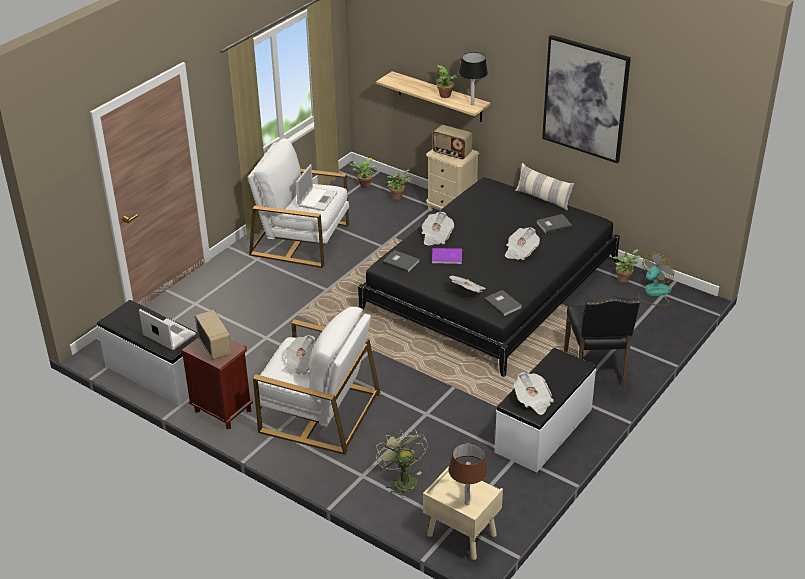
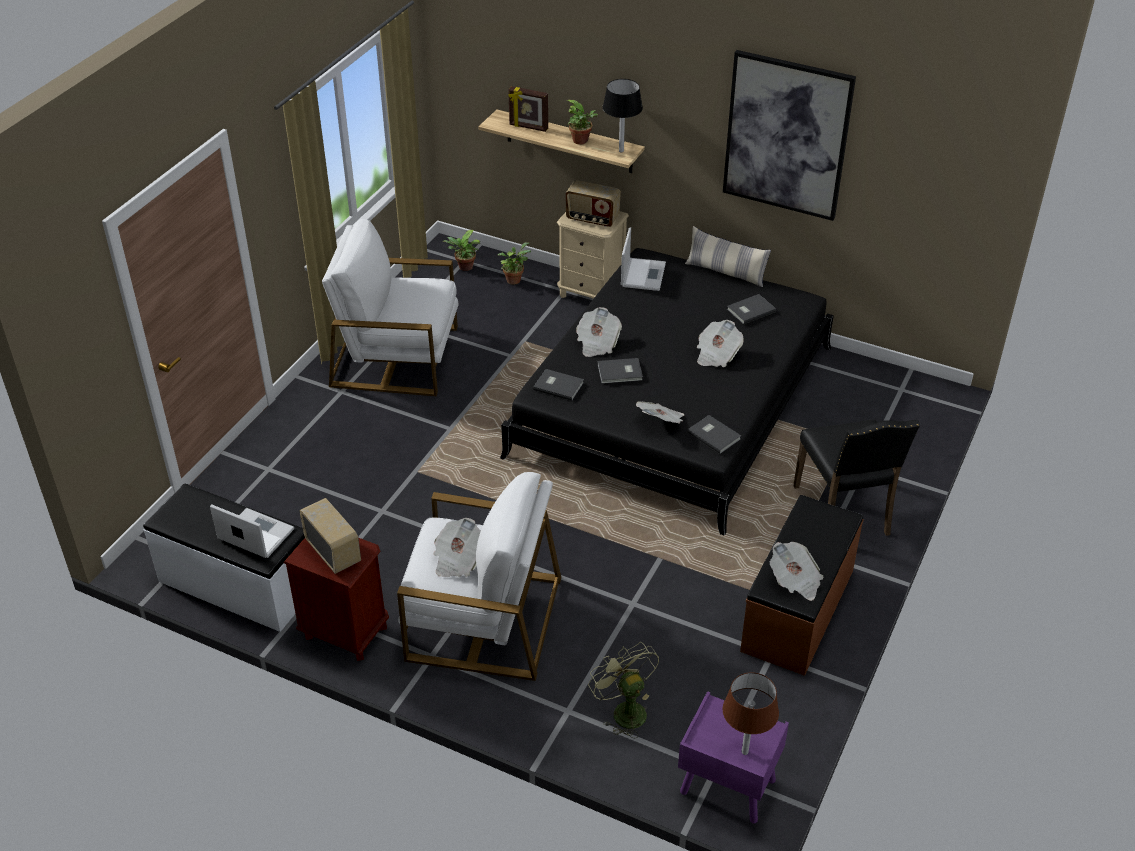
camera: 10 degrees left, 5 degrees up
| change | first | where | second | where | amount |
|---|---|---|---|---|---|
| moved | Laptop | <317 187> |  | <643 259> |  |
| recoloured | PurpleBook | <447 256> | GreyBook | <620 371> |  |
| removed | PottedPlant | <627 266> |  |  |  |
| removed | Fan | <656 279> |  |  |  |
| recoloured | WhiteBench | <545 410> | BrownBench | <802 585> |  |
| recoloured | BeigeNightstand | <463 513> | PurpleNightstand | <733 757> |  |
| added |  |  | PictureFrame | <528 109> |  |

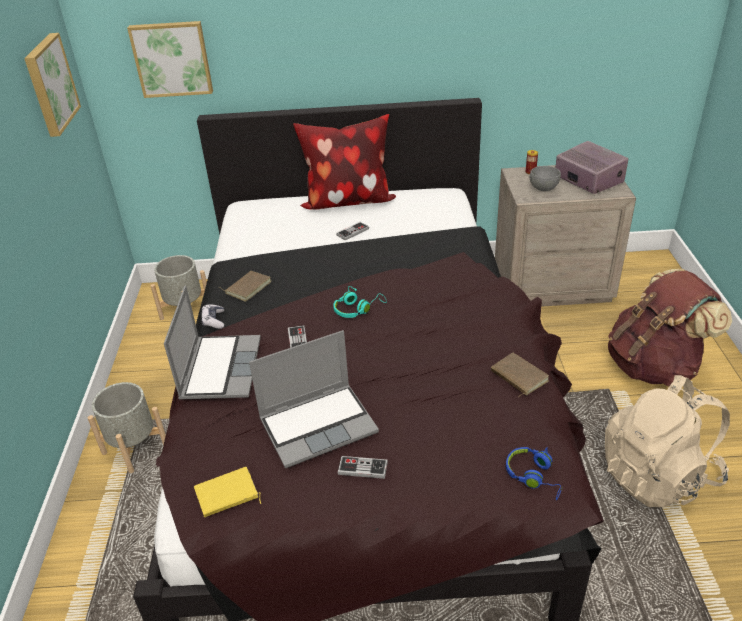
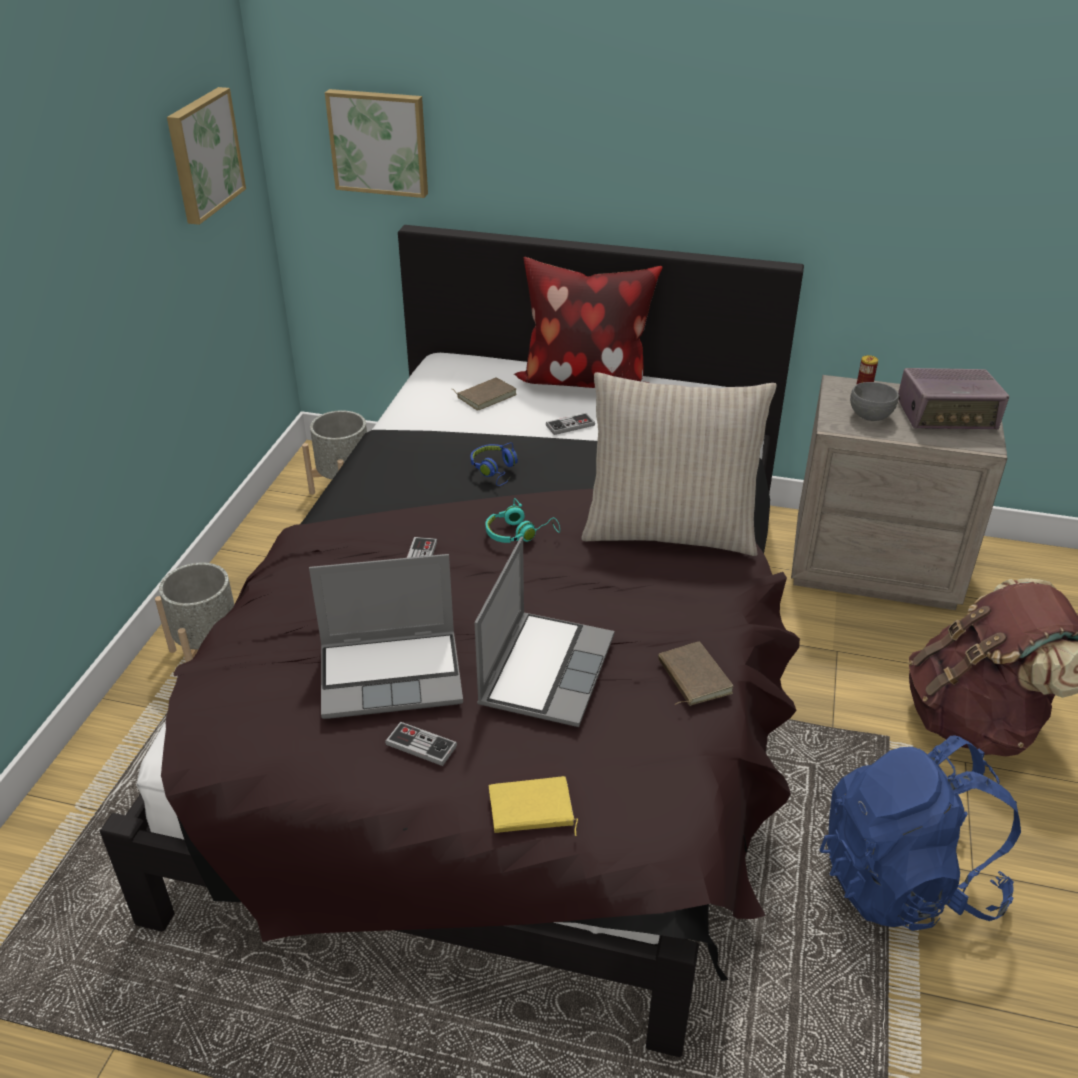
camera: 15 degrees right, 0 degrees up
| change | first | where | second | where | amount |
|---|---|---|---|---|---|
| turned | Radio | <591 167> |  | <953 399> | 105 degrees clockwise |
| moved | BrownBook | <246 286> |  | <485 394> |  |
| moved | Laptop | <212 342> |  | <544 632> |  |
| removed | GameController | <213 316> |  |  |  |
| recoloured | BeigeBackpack | <667 441> | BlueBackpack | <920 833> |  |
| moved | BlueHeadphones | <534 473> |  | <494 464> |  |
| moved | YellowBook | <227 492> |  | <533 806> |  |
| added |  |  | BeigePillow | <679 464> |  |

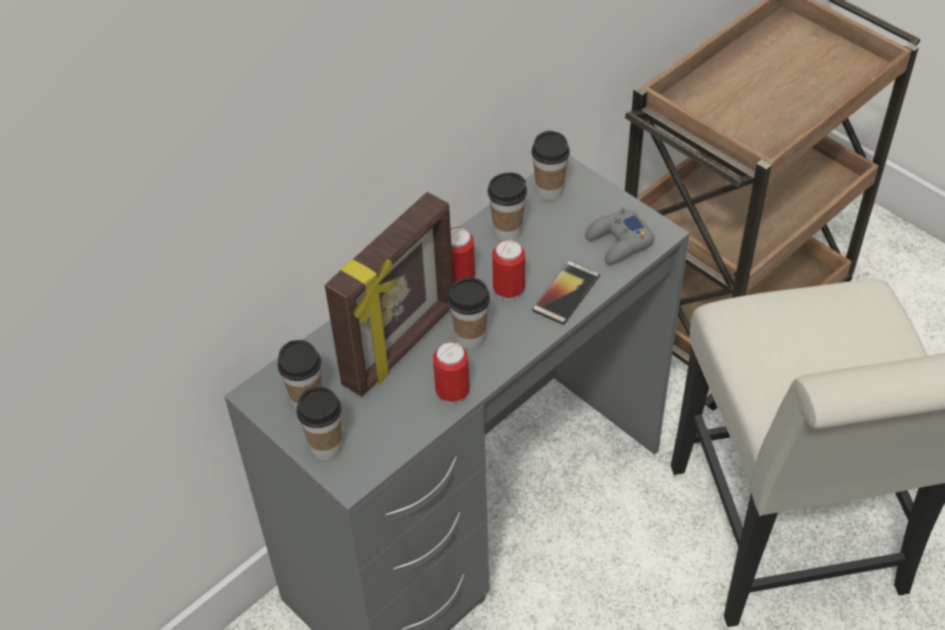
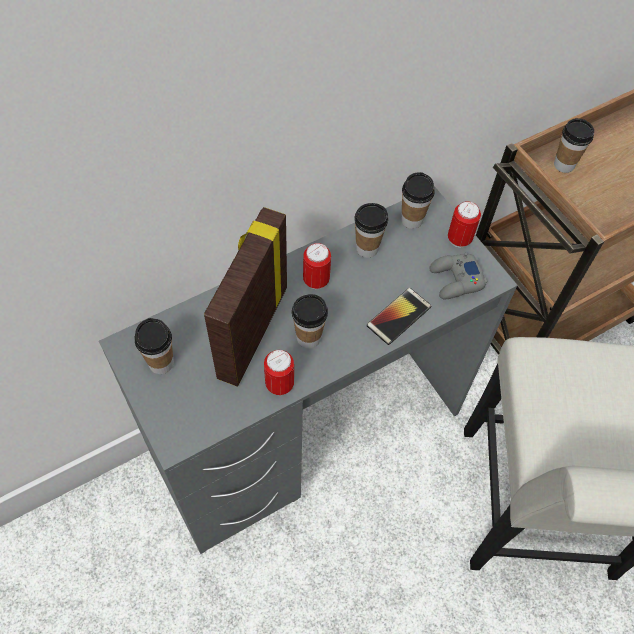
camera: 10 degrees right, 10 degrees up
| change | first | where | second | where | amount |
|---|---|---|---|---|---|
| turned | PictureFrame | <389 294> |  | <245 297> | 150 degrees clockwise |
| moved | Can | <508 270> |  | <464 224> |  |
| moved | Cup | <319 423> |  | <574 145> |  |

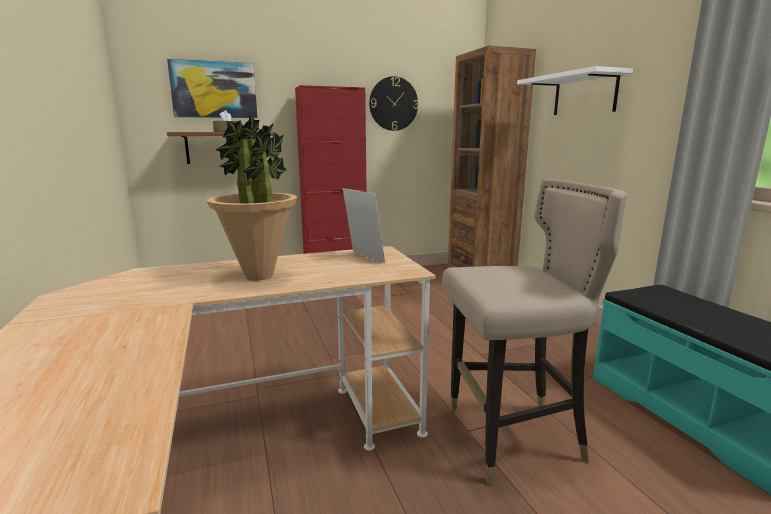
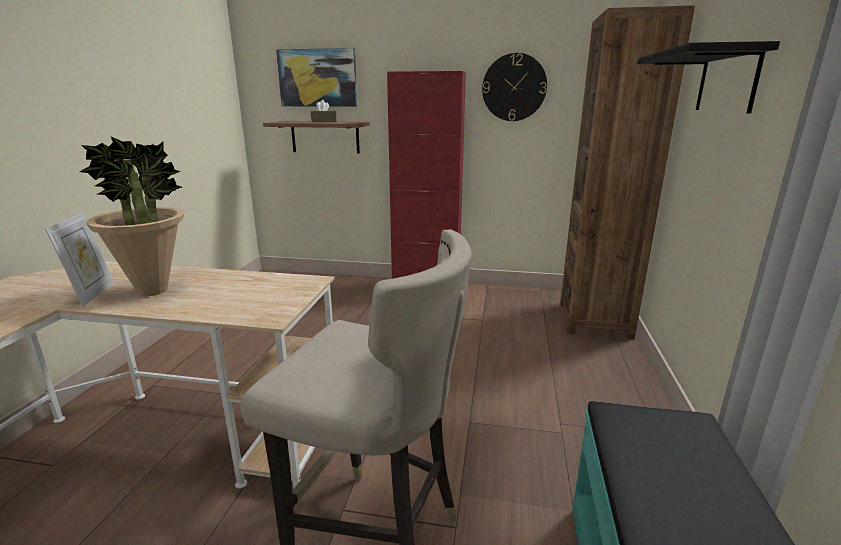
camera: 30 degrees right, 5 degrees up
| change | first | where | second | where | amount |
|---|---|---|---|---|---|
| recoloured | WhiteShelf | <575 90> | BlackShelf | <708 77> |  |
| moved | PictureFrame | <364 225> |  | <79 260> |  |

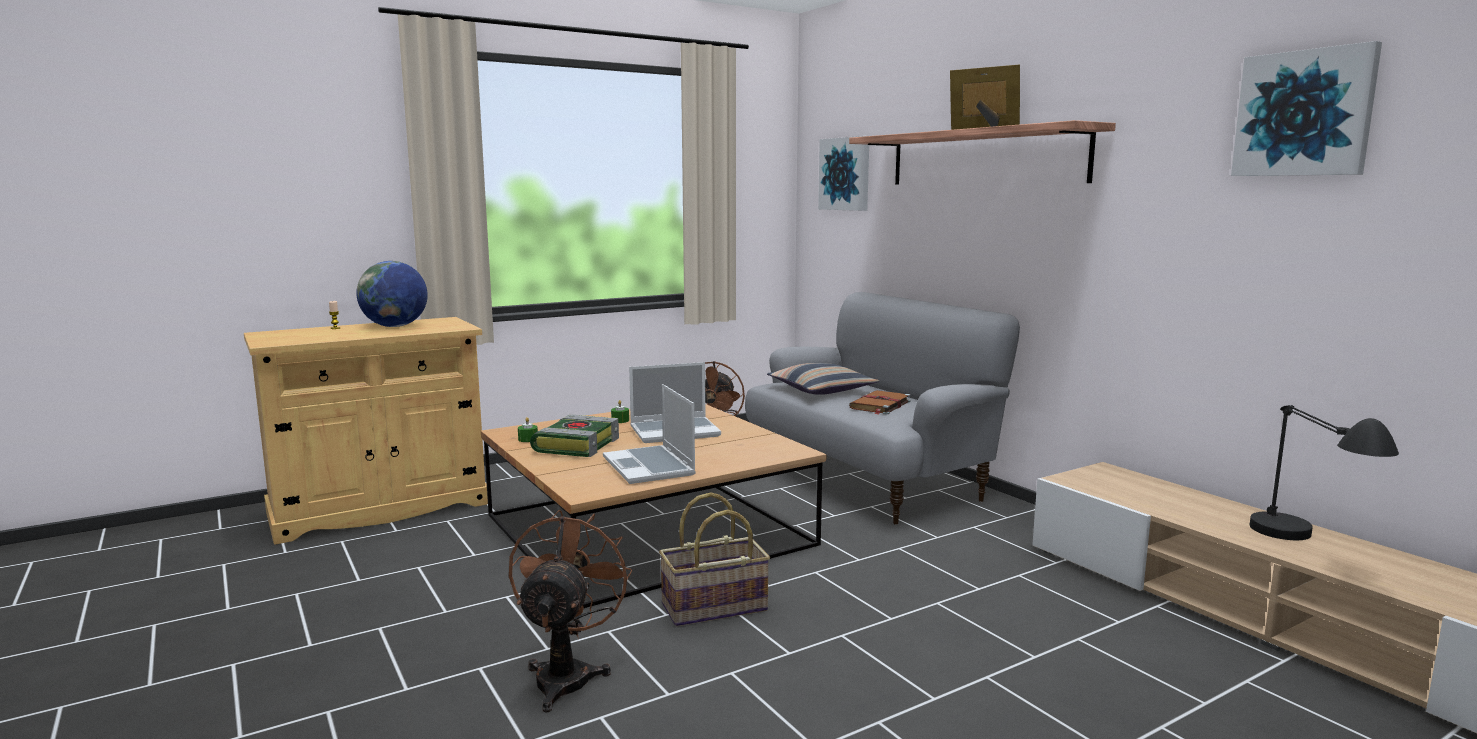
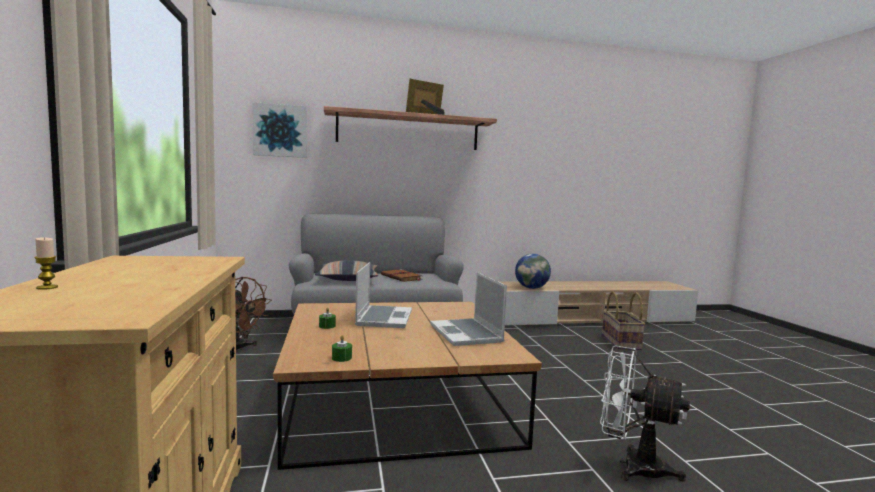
camera: 70 degrees left, 5 degrees down
| change | first | where | second | where | amount |
|---|---|---|---|---|---|
| removed | Picture | <1306 108> |  |  |  |
| moved | Globe | <392 294> |  | <533 271> |  |
| turned | Laptop | <649 434> |  | <468 309> | 75 degrees clockwise |
| removed | BlackTableLamp | <1324 472> |  |  |  |
| removed | Book | <574 436> |  |  |  |
| moved | Basket | <714 559> |  | <623 320> |  |
| recoloured | BrownFan | <570 611> | WhiteFan | <645 413> |  |

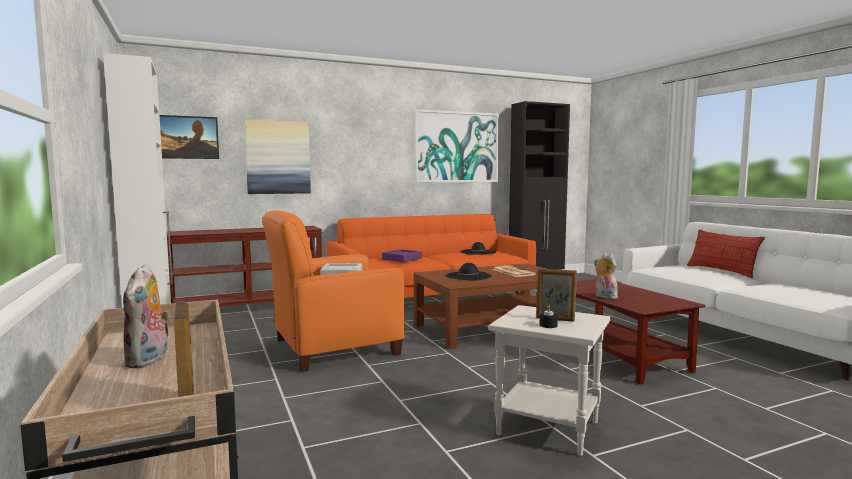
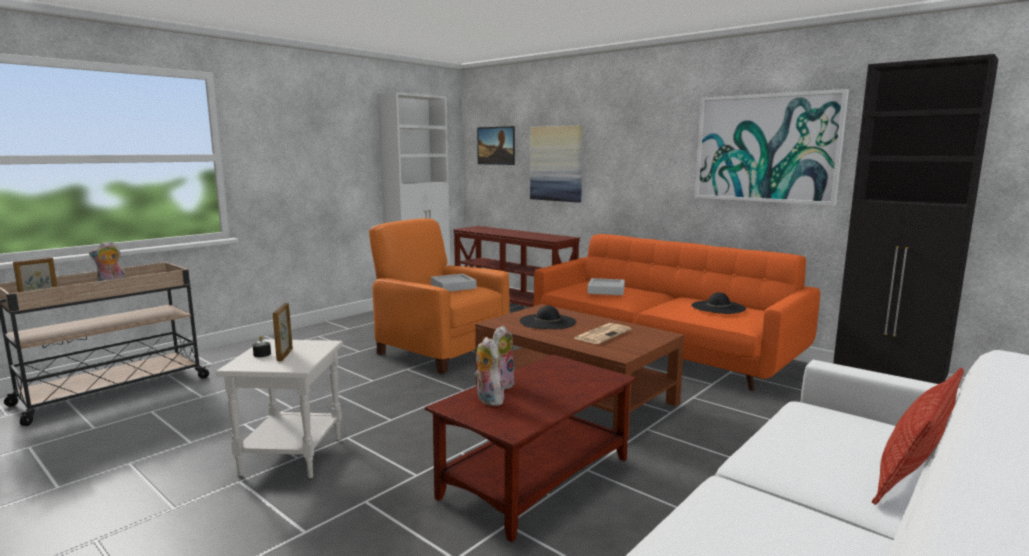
camera: 65 degrees right, 5 degrees up
| change | first | where | second | where | amount |
|---|---|---|---|---|---|
| recoloured | PurpleTray | <402 255> | GreyTray | <606 286> |  |
| added |  |  | PlushToy | <489 371> |  |

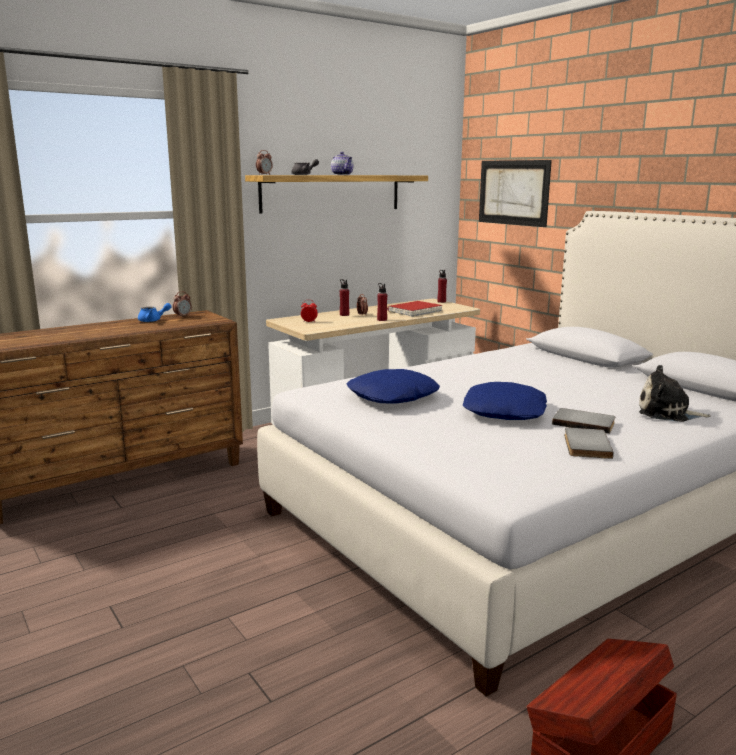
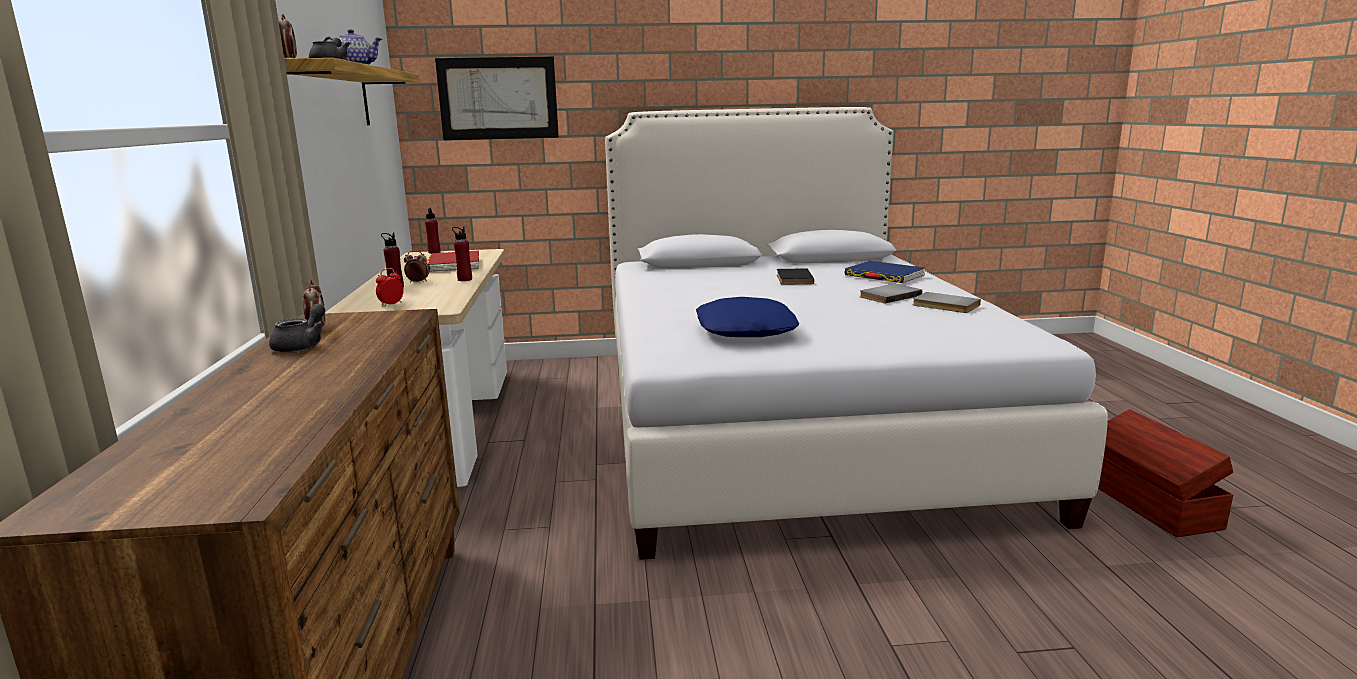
camera: 60 degrees left, 0 degrees up
| change | first | where | second | where | amount |
|---|---|---|---|---|---|
| recoloured | BlueTeapot | <155 312> | GreyTeapot | <297 328> |  |
| replaced | PlushToy | <675 393> | BlueBook | <885 272> |  |
| removed | BluePillow | <504 401> |  |  |  |
| added |  |  | BlackBook | <795 276> |  |

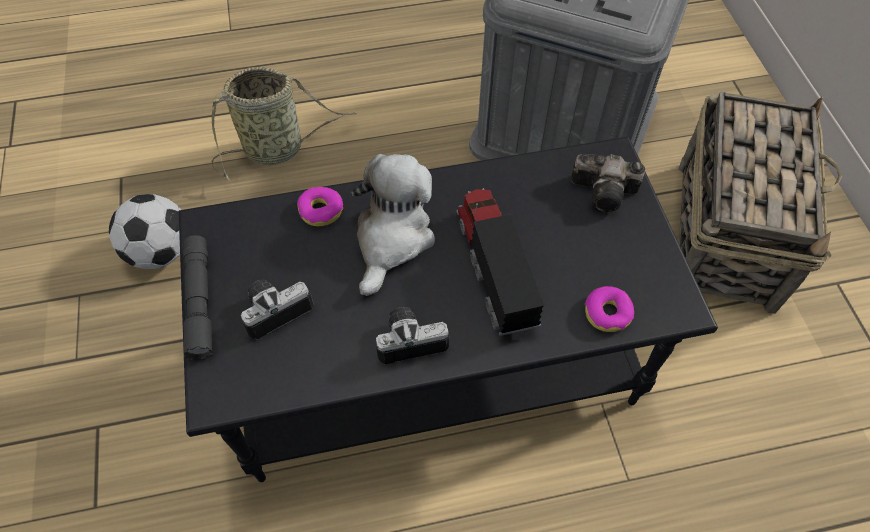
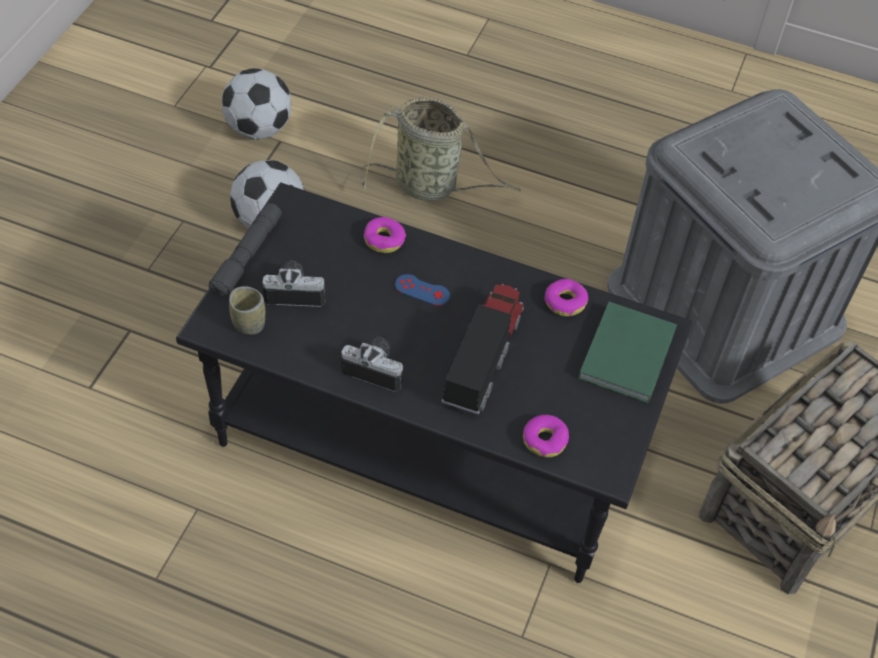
camera: 30 degrees right, 5 degrees down
| change | first | where | second | where | amount |
|---|---|---|---|---|---|
| replaced | PlushToy | <393 225> | BlueGameController | <422 290> |  |
| replaced | PhotoCamera | <608 183> | GreenBook | <627 353> |  |
| added |  |  | Football | <256 104> |  |
| added |  |  | Donut | <566 297> |  |
| added |  |  | Cup | <247 310> |  |

